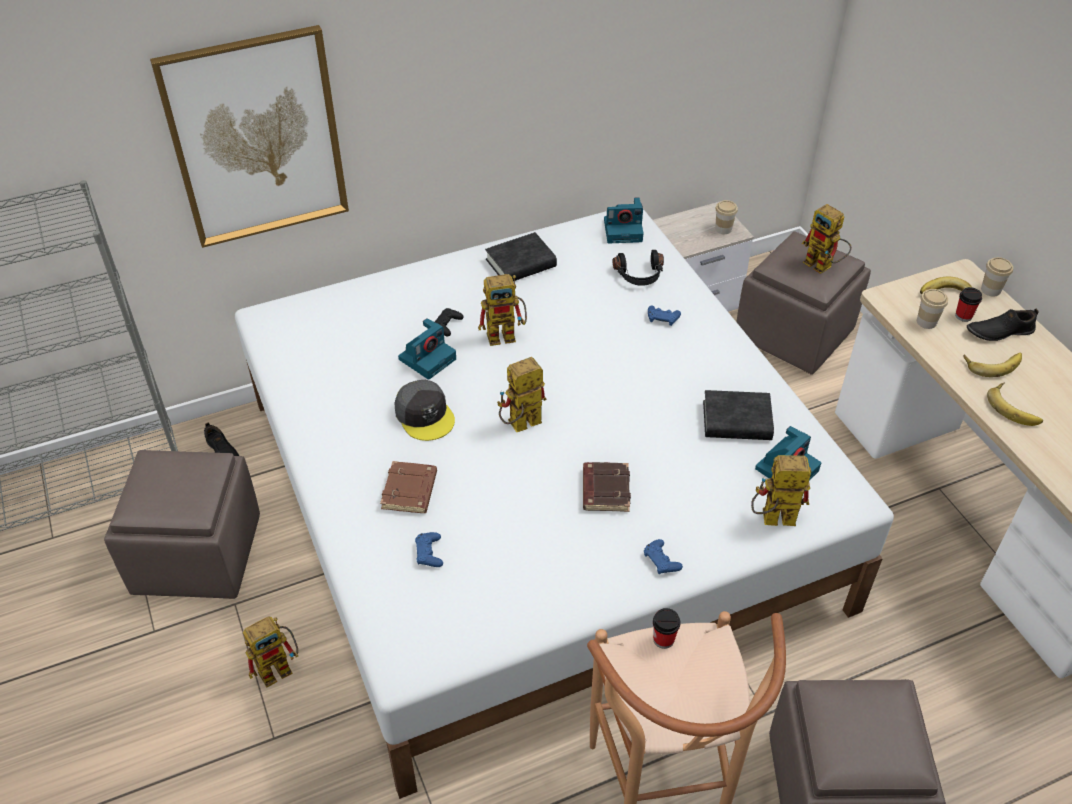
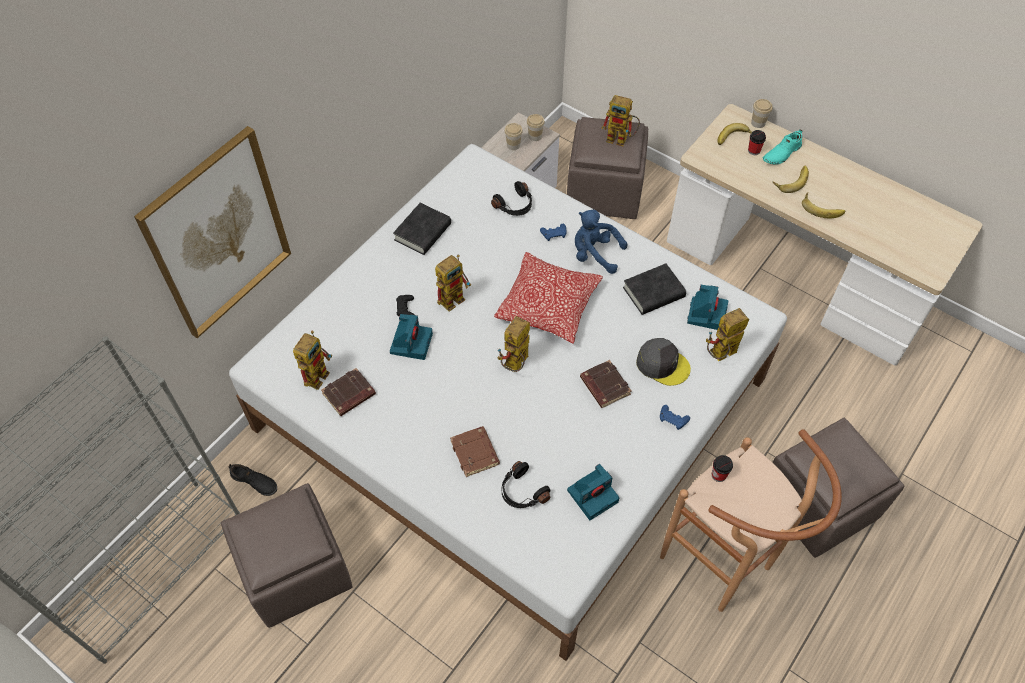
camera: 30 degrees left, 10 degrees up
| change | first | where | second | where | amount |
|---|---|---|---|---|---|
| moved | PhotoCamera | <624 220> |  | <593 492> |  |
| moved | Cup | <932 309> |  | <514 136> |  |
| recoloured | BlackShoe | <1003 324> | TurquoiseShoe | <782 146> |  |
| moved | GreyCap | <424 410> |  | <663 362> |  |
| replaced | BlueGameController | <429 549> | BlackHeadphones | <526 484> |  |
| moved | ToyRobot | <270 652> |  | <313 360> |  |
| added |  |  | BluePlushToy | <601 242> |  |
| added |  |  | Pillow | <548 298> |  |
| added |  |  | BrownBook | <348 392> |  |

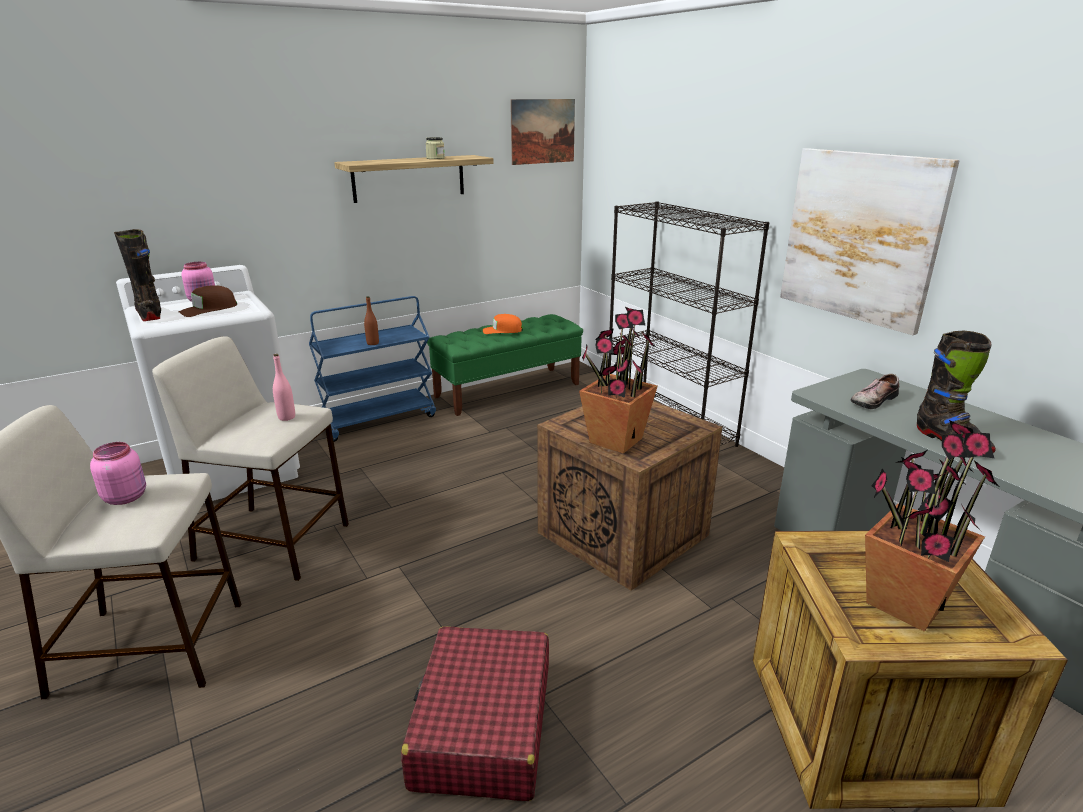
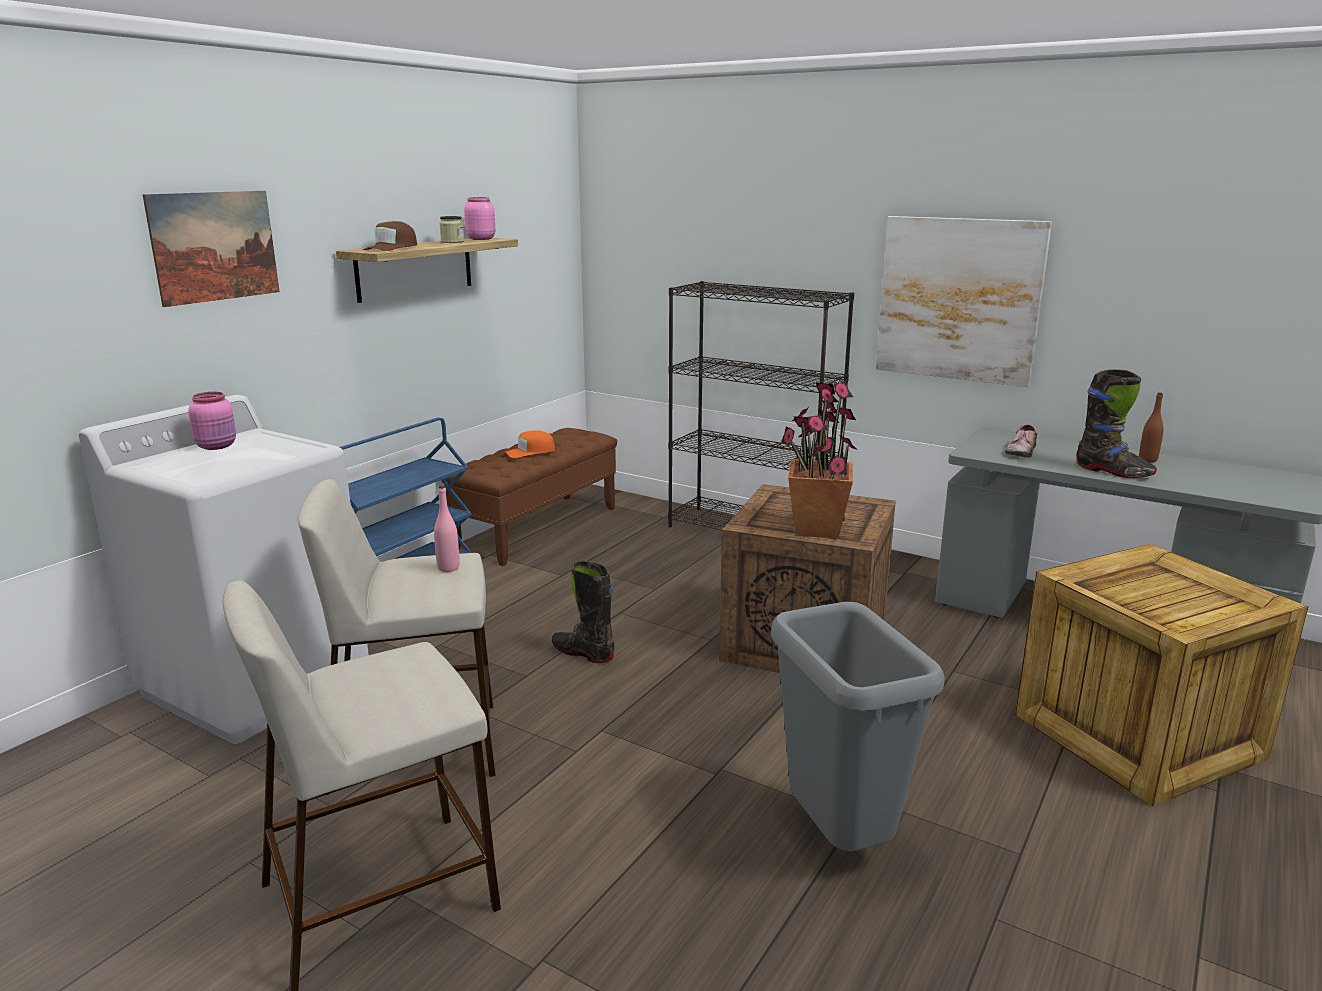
camera: 25 degrees left, 5 degrees down
| change | first | where | second | where | amount |
|---|---|---|---|---|---|
| moved | Picture | <542 132> |  | <211 249> |  |
| moved | BlackBoot | <137 275> |  | <583 612> |  |
| moved | BrownCap | <208 301> |  | <390 236> |  |
| moved | BrownBottle | <371 320> |  | <1151 427> |  |
| recoloured | GreenBench | <505 365> | BrownBench | <529 497> |  |
| removed | PottedPlant | <932 526> |  |  |  |
| moved | PinkJar | <118 473> |  | <479 218> |  |
| replaced | RedSuitcase | <475 713> | GreyTrashCan | <858 726> |  |

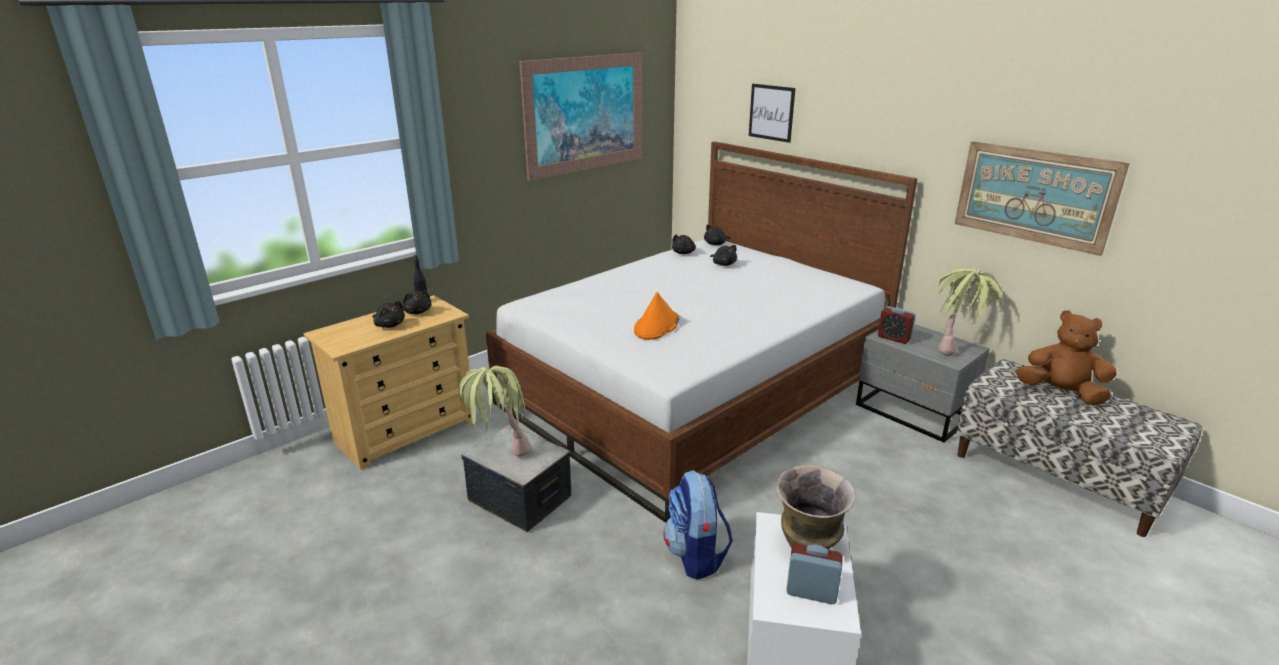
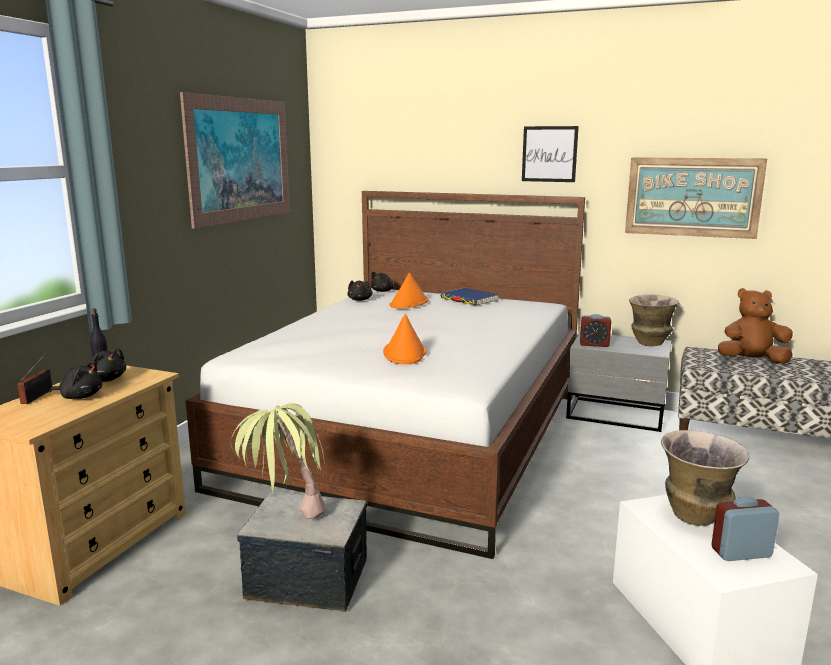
camera: 25 degrees left, 10 degrees down
| change | first | where | second | where | amount |
|---|---|---|---|---|---|
| moved | Picture | <772 113> |  | <550 154> |  |
| replaced | BlackPlushToy | <723 255> | OrangeHat | <409 290> |  |
| replaced | PottedPlant | <969 312> | Vase | <654 320> |  |
| removed | Backpack | <698 525> |  |  |  |
| added |  |  | BlueBook | <469 297> |  |
| added |  |  | Radio | <34 378> |  |

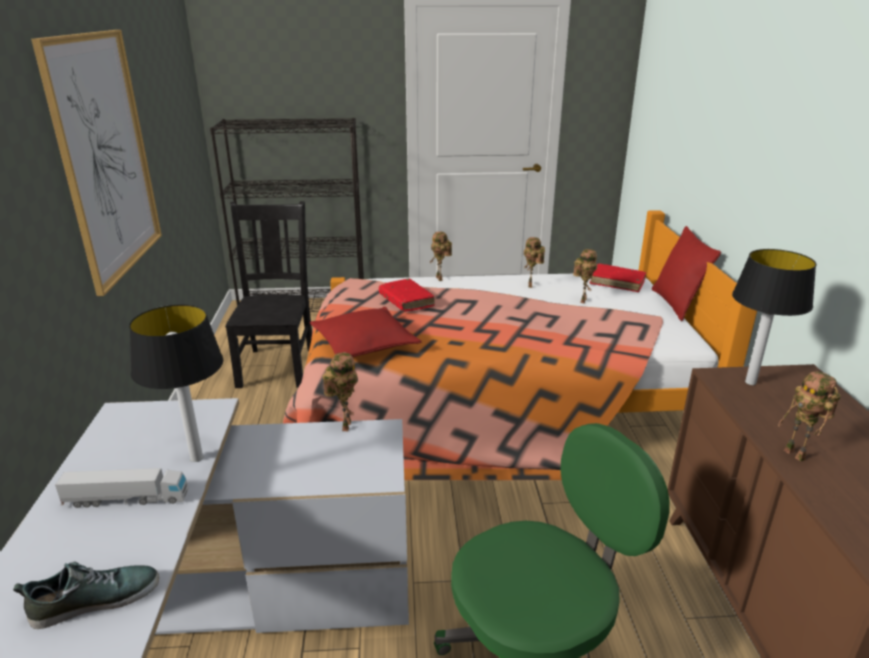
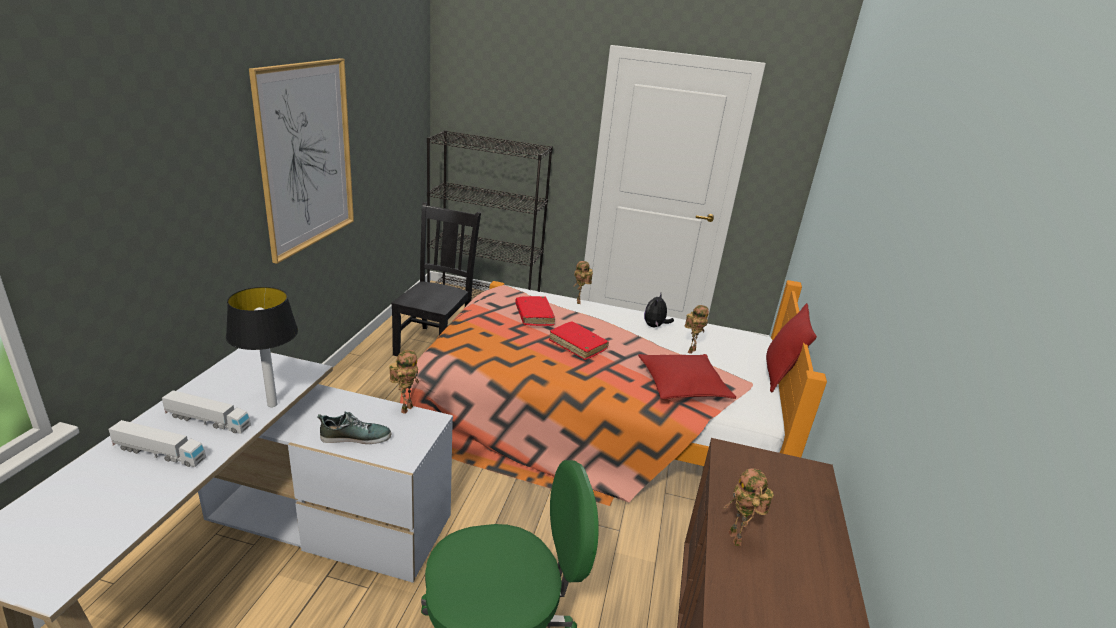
camera: 15 degrees right, 0 degrees up
| change | first | where | second | where | amount |
|---|---|---|---|---|---|
| replaced | ToyRobot | <534 262> | PlushToy | <659 310> |  |
| removed | TableLamp | <774 317> |  |  |  |
| moved | RedBook | <617 278> |  | <579 341> |  |
| moved | RedPillow | <365 332> |  | <687 376> |  |
| moved | Shoe | <86 595> |  | <354 427> |  |
| added |  |  | ToyTruck | <157 443> |  |

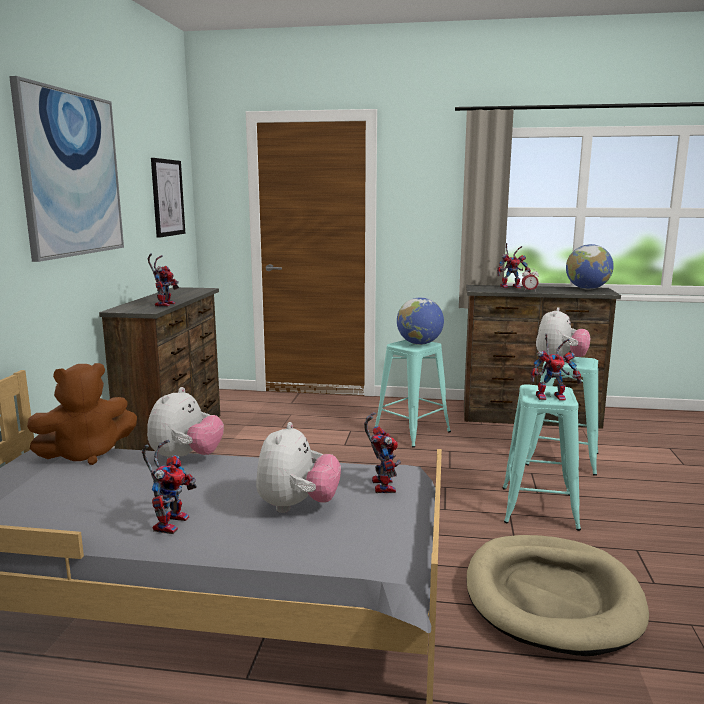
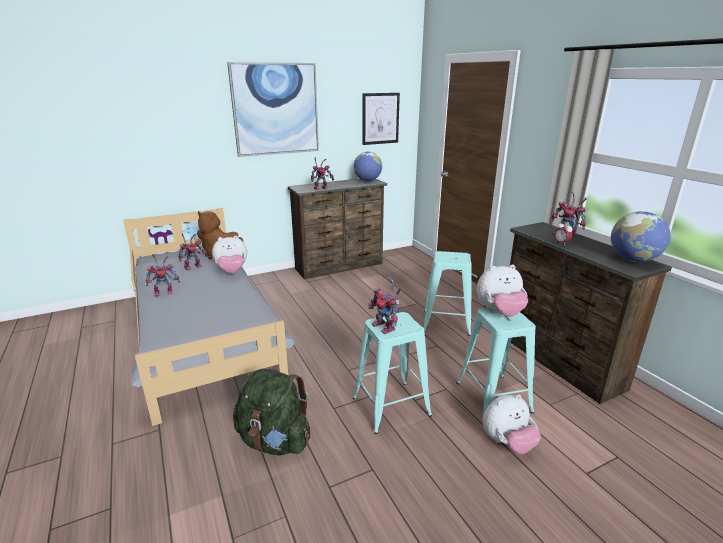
camera: 55 degrees right, 10 degrees up
| change | first | where | second | where | amount |
|---|---|---|---|---|---|
| moved | Globe | <420 321> |  | <368 166> |  |
| moved | ToyRobot | <382 452> |  | <193 252> |  |
| moved | PlushToy | <298 467> |  | <512 424> |  |
| replaced | BeigeDogBed | <557 595> | GreenBackpack | <271 412> |  |

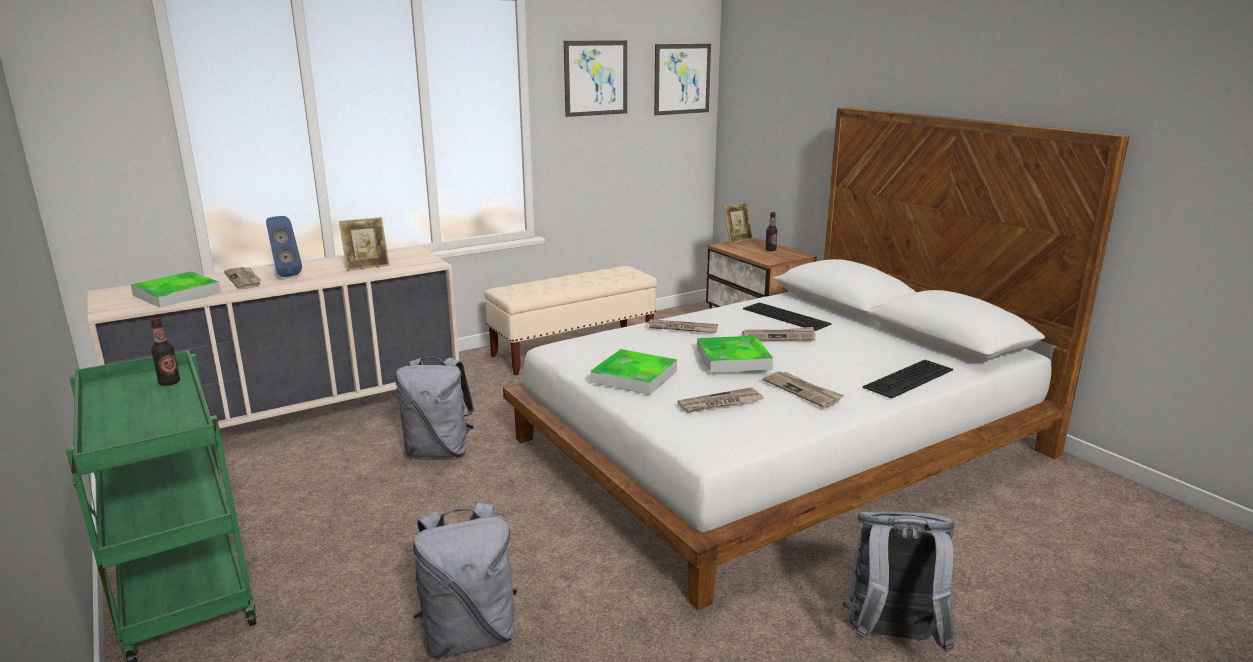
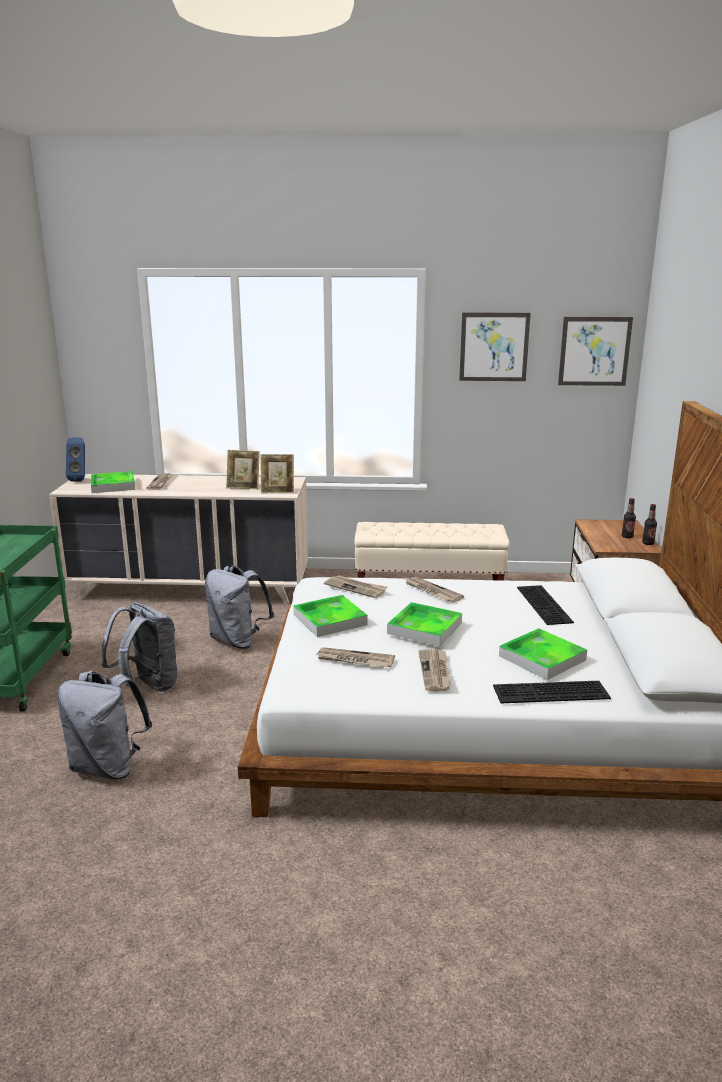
camera: 35 degrees right, 0 degrees up
| change | first | where | second | where | amount |
|---|---|---|---|---|---|
| moved | PictureFrame | <738 223> |  | <277 474> |  |
| moved | BlueSpeaker | <284 246> |  | <75 459> |  |
| moved | Bottle | <165 351> |  | <649 524> |  |
| moved | Newspaper | <779 334> |  | <356 586> |  |
| moved | GreyBackpack | <898 581> |  | <139 647> |  |
| added |  |  | Tray | <543 654> |  |

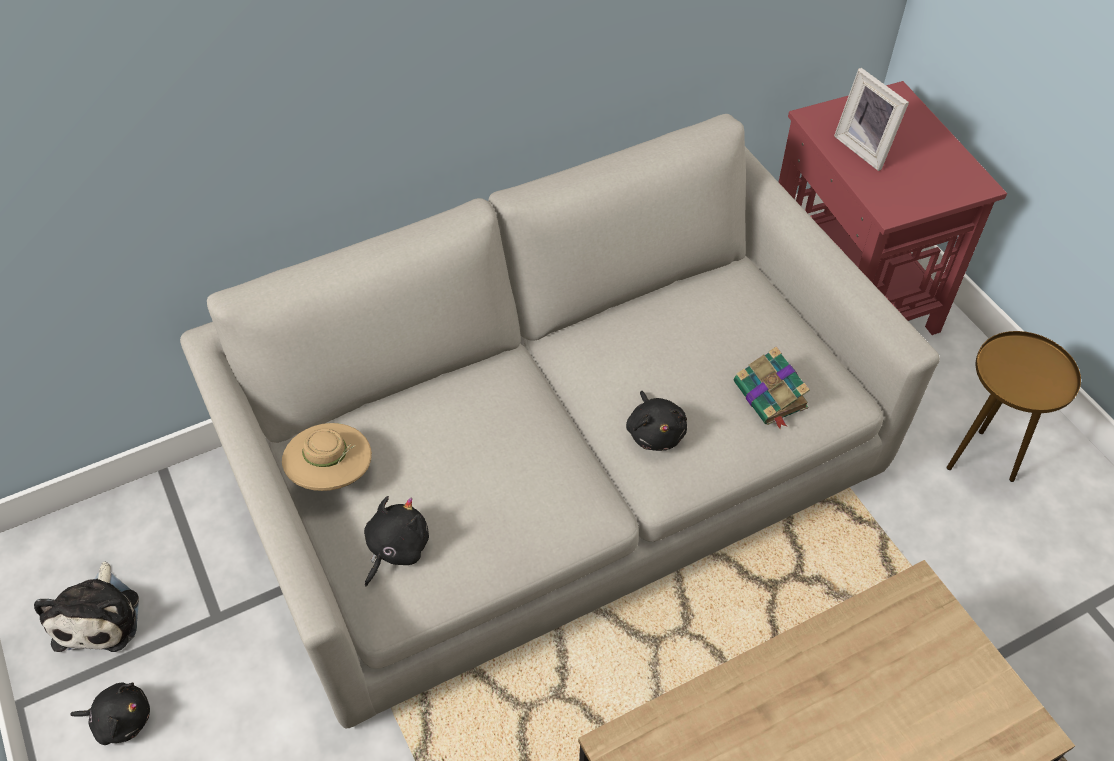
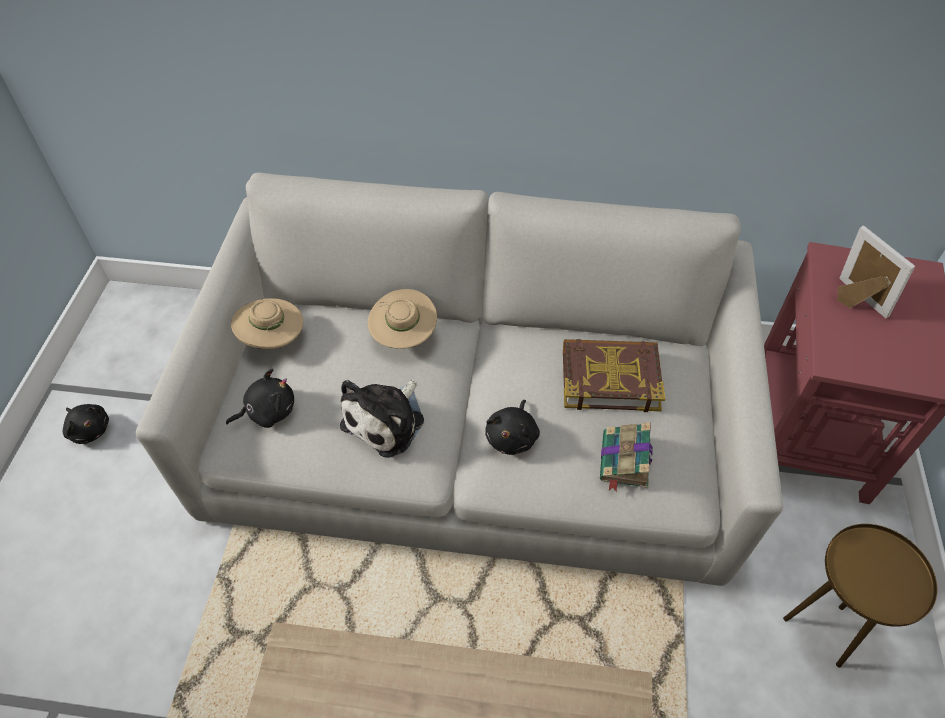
camera: 35 degrees right, 0 degrees up
| change | first | where | second | where | amount |
|---|---|---|---|---|---|
| turned | PictureFrame | <871 119> |  | <876 272> | 150 degrees clockwise |
| moved | PlushToy | <86 607> |  | <382 418> |  |
| added |  |  | BeigeHat | <402 319> |  |
| added |  |  | Book | <614 375> |  |

